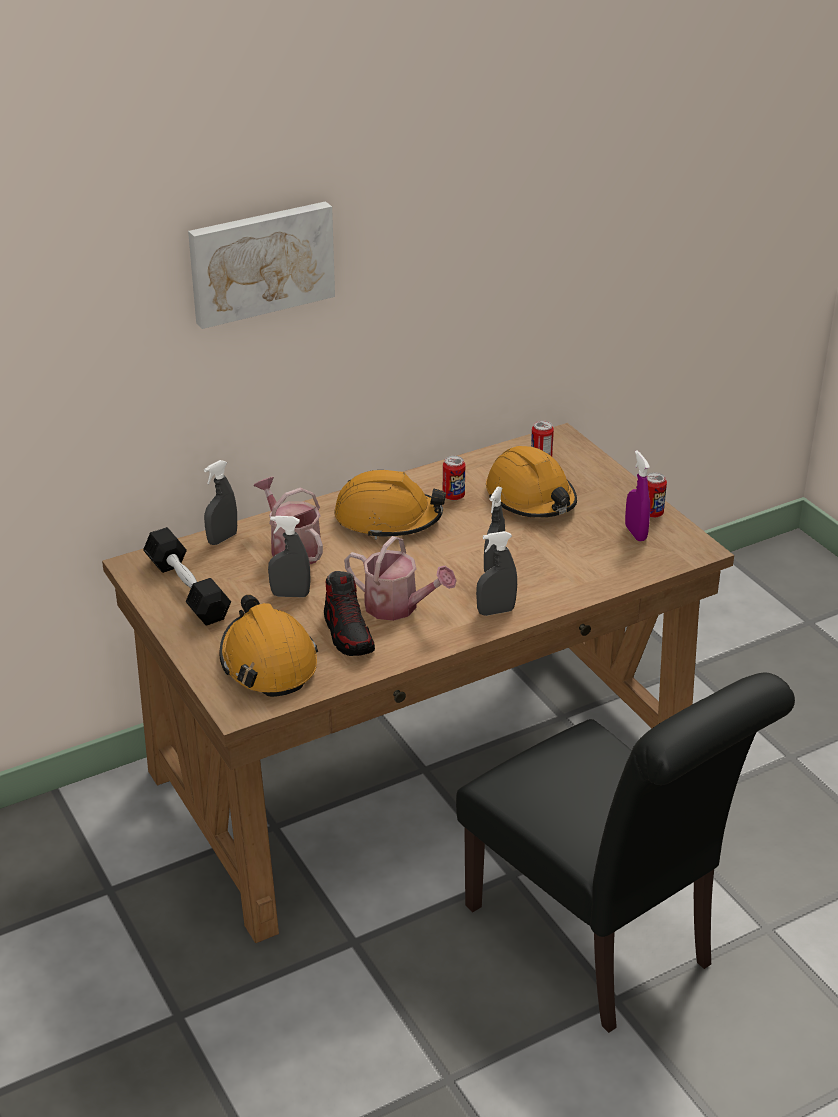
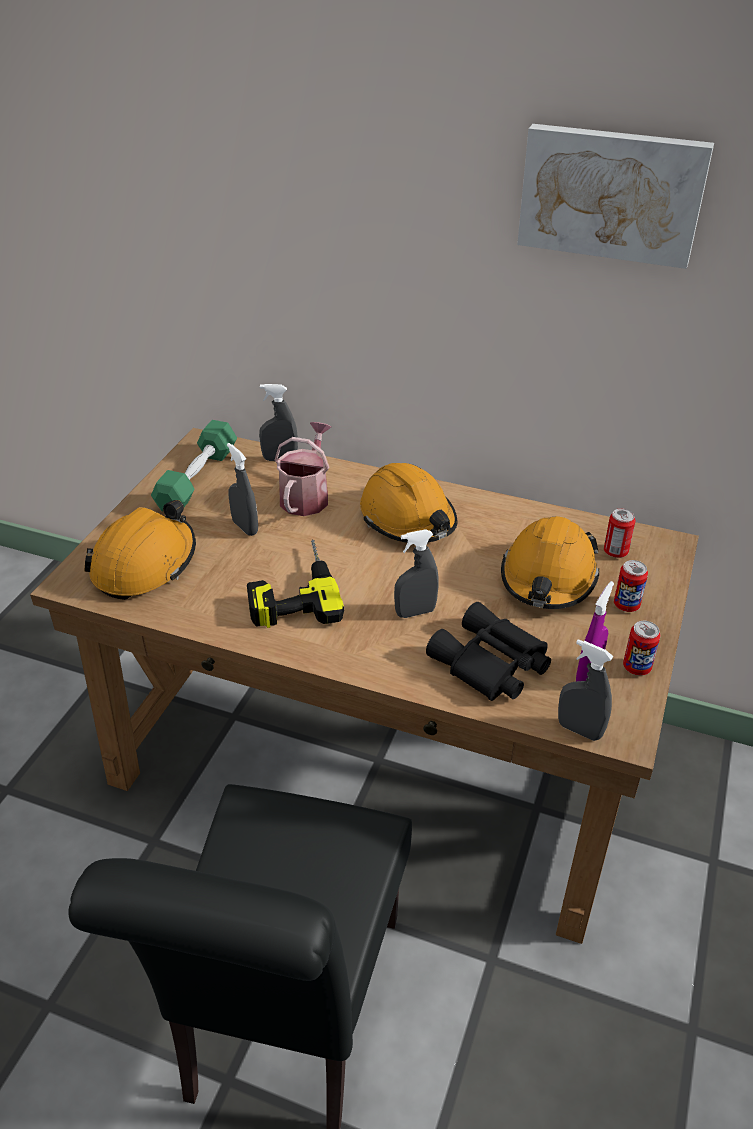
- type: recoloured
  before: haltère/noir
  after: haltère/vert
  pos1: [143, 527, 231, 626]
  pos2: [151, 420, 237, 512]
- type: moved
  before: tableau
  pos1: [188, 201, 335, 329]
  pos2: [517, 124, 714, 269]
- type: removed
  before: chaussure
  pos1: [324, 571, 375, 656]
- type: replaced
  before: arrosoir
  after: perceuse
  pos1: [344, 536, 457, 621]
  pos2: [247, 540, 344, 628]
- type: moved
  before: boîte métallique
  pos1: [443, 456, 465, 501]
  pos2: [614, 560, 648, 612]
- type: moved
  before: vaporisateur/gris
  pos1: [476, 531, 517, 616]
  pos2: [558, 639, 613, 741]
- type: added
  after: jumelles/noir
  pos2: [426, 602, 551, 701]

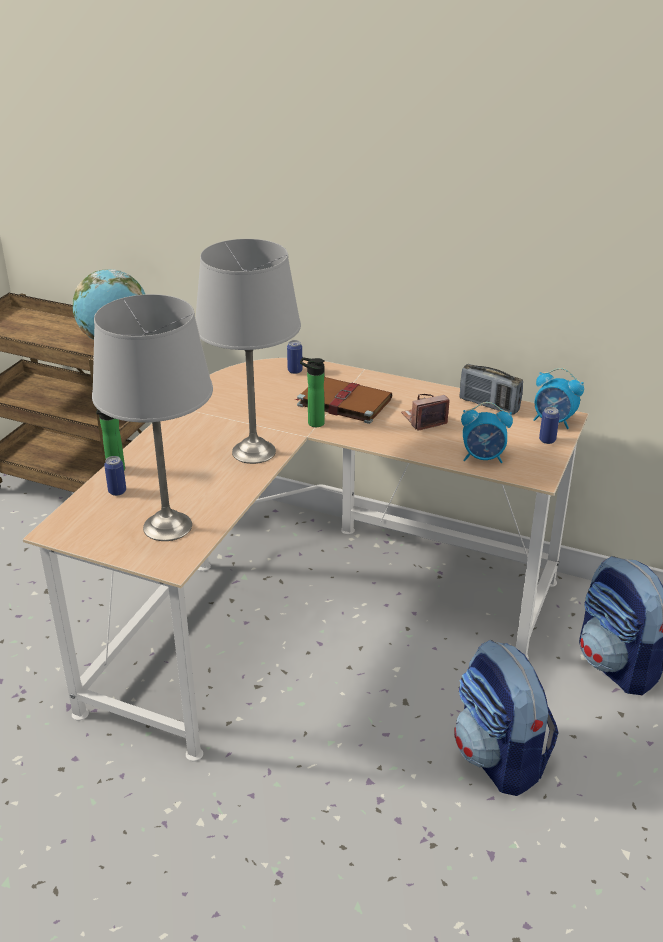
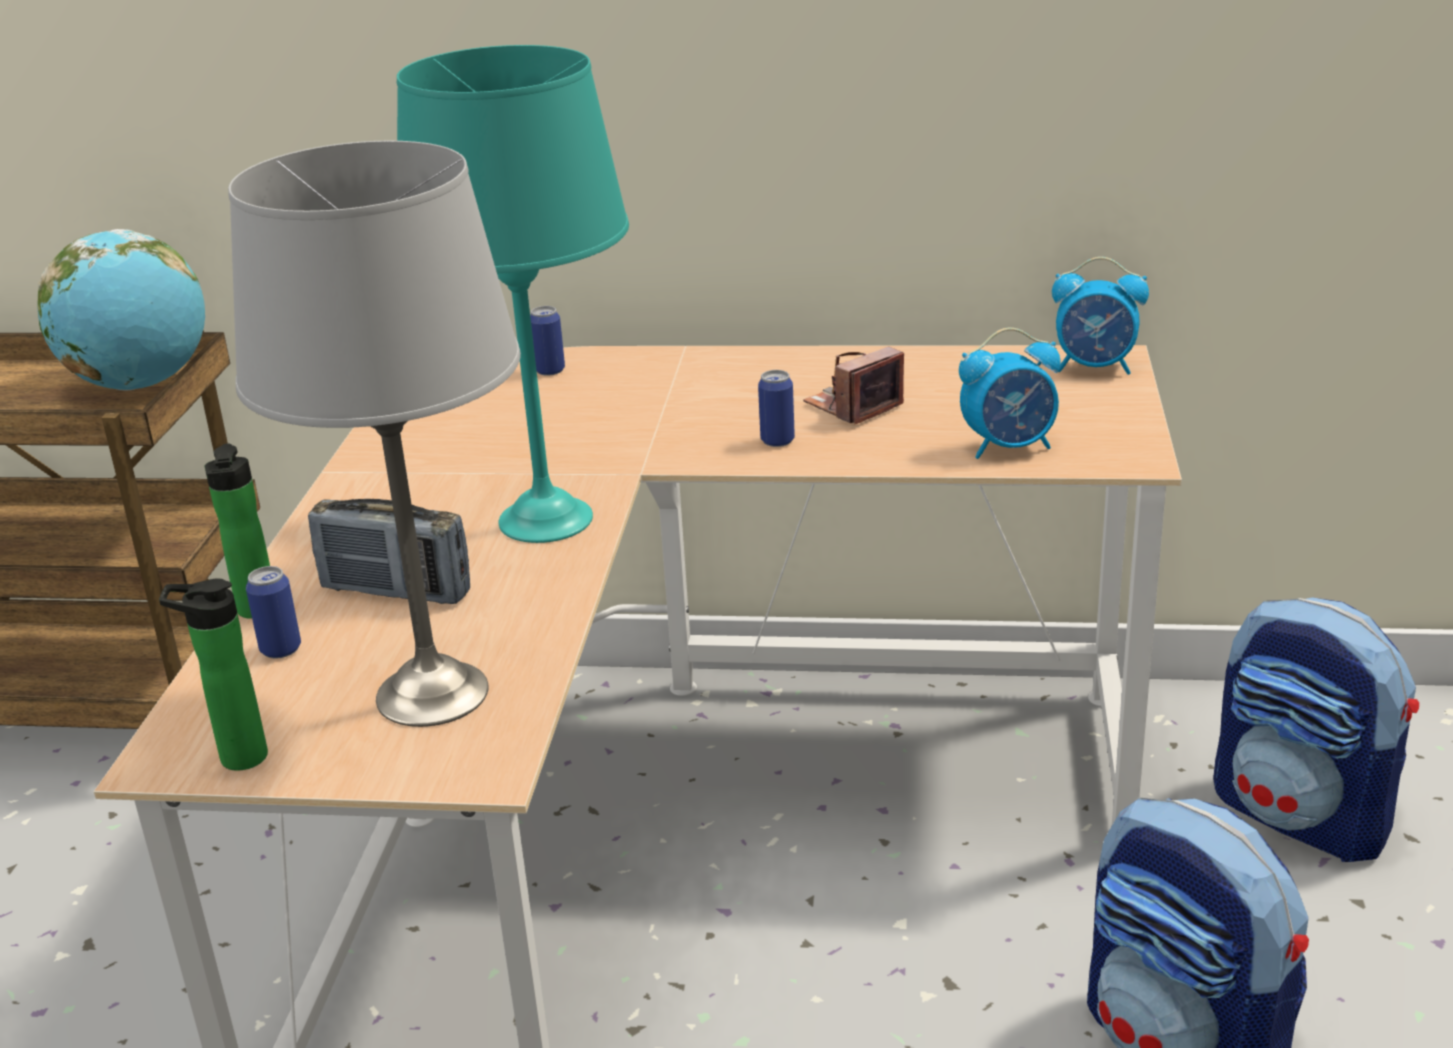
- type: recoloured
  before: lampe de table/gris
  after: lampe de table/turquoise
  pos1: [195, 239, 301, 464]
  pos2: [397, 45, 629, 543]
- type: removed
  before: livre/marron
  pos1: [294, 377, 392, 424]
- type: moved
  before: bouteille
  pos1: [300, 357, 325, 427]
  pos2: [159, 578, 268, 771]
- type: moved
  before: radio
  pos1: [460, 364, 523, 415]
  pos2: [308, 499, 470, 604]
- type: moved
  before: boîte métallique
  pos1: [539, 407, 560, 444]
  pos2: [758, 370, 795, 447]

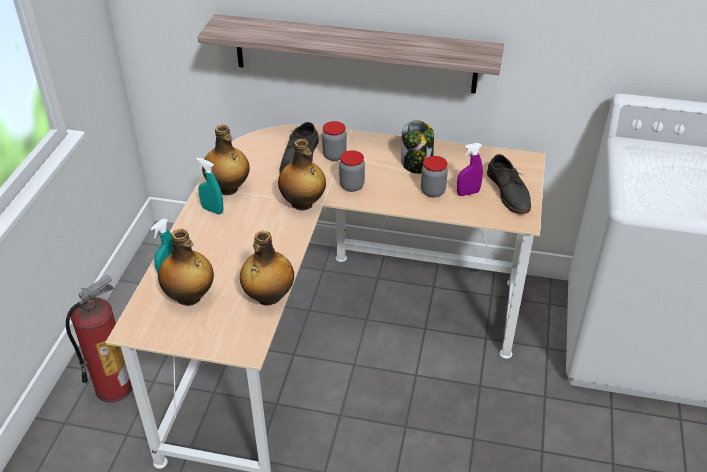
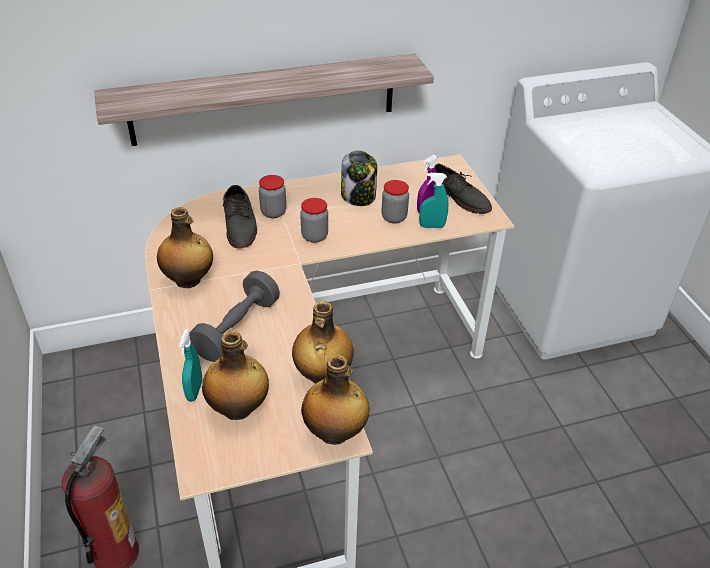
- type: moved
  before: vaporisateur/turquoise
  pos1: [196, 158, 223, 214]
  pos2: [419, 173, 448, 228]
- type: moved
  before: bouteille
  pos1: [278, 139, 326, 210]
  pos2: [301, 355, 370, 445]
- type: added
  after: haltère/gris
  pos2: [190, 270, 280, 362]

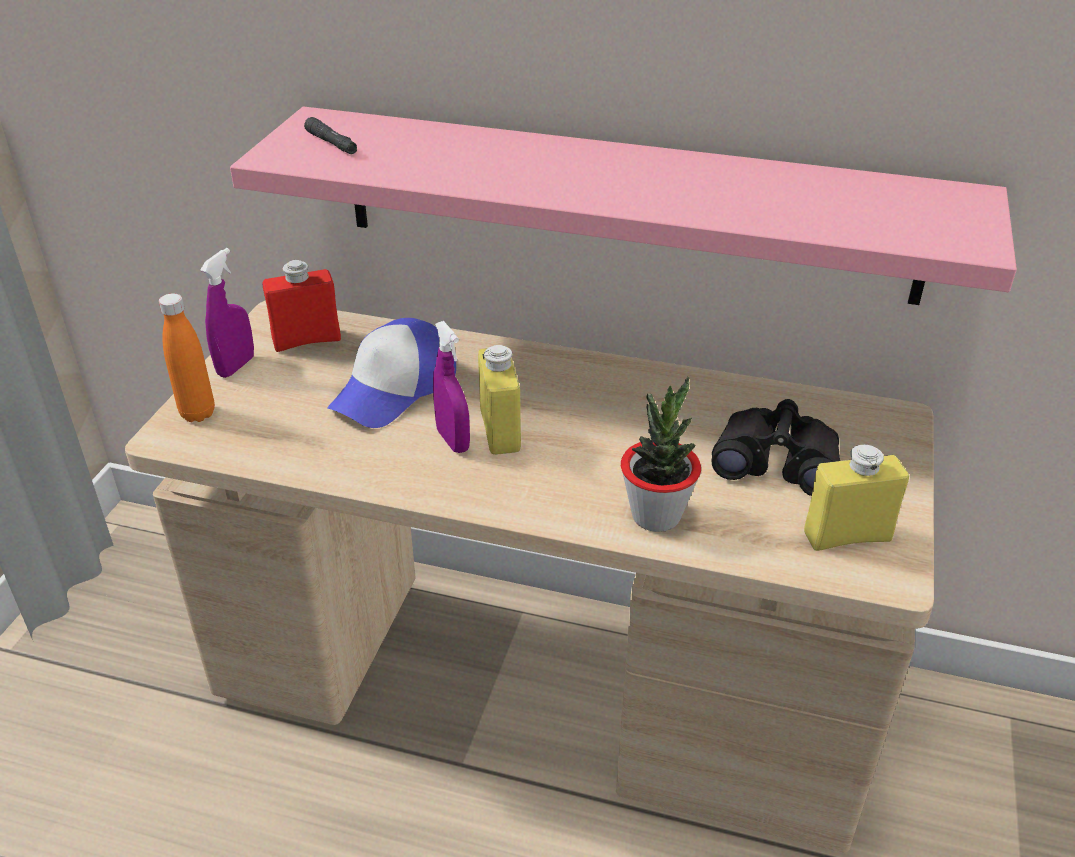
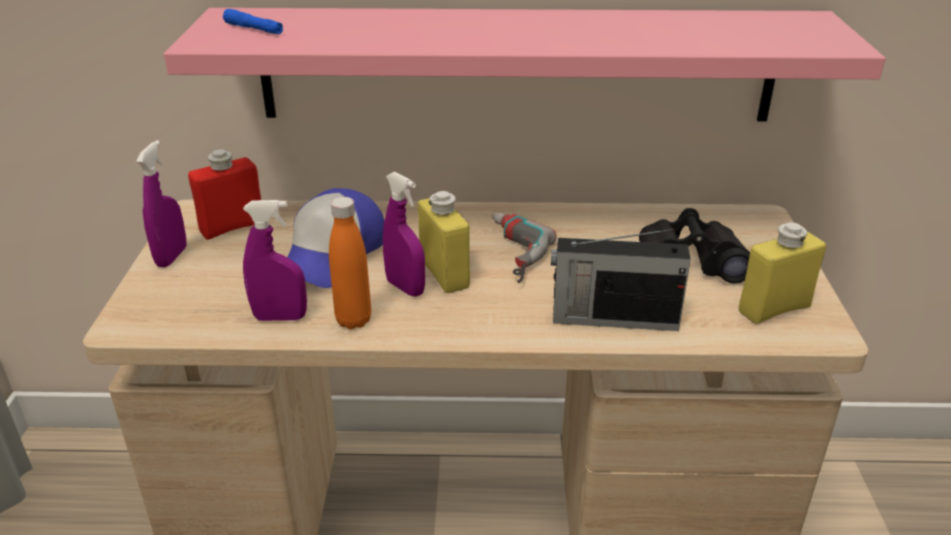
- type: moved
  before: bouteille/orange
  pos1: [159, 293, 215, 422]
  pos2: [329, 197, 371, 329]
- type: recoloured
  before: lampe de poche/noir
  after: lampe de poche/bleu
  pos1: [304, 117, 357, 154]
  pos2: [223, 9, 283, 34]
- type: replaced
  before: plante en pot
  after: radio
  pos1: [621, 377, 701, 532]
  pos2: [551, 229, 691, 331]
- type: added
  after: vaporisateur/violet
  pos2: [243, 200, 307, 321]
- type: added
  after: perceuse
  pos2: [492, 213, 557, 283]

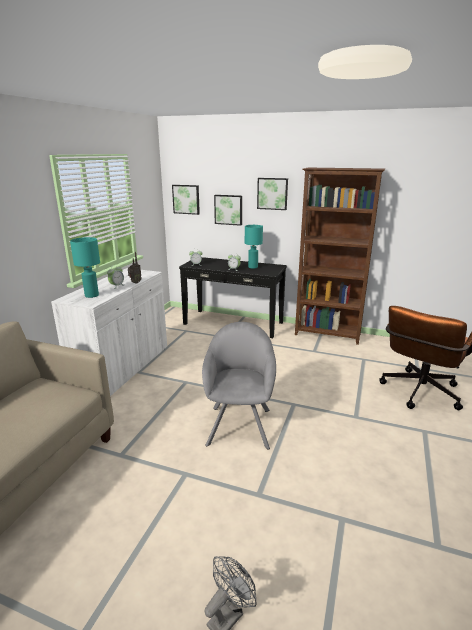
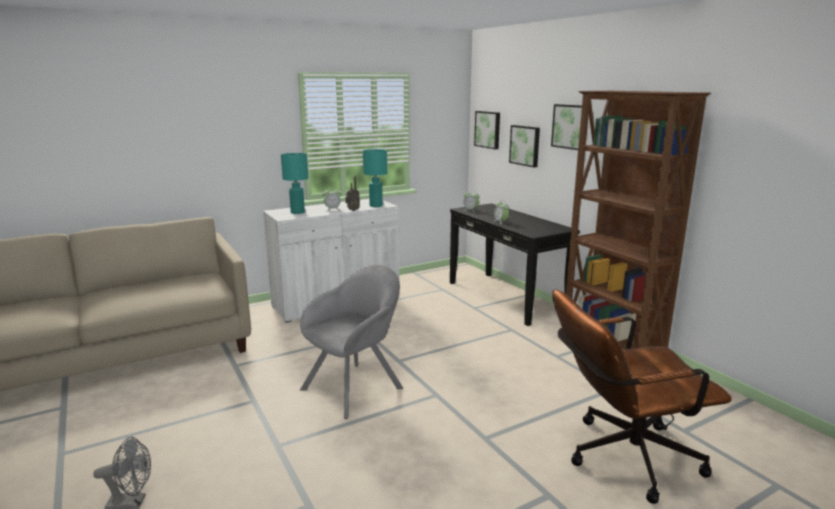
- type: moved
  before: lampe de table/turquoise
  pos1: [245, 225, 263, 269]
  pos2: [363, 149, 387, 207]

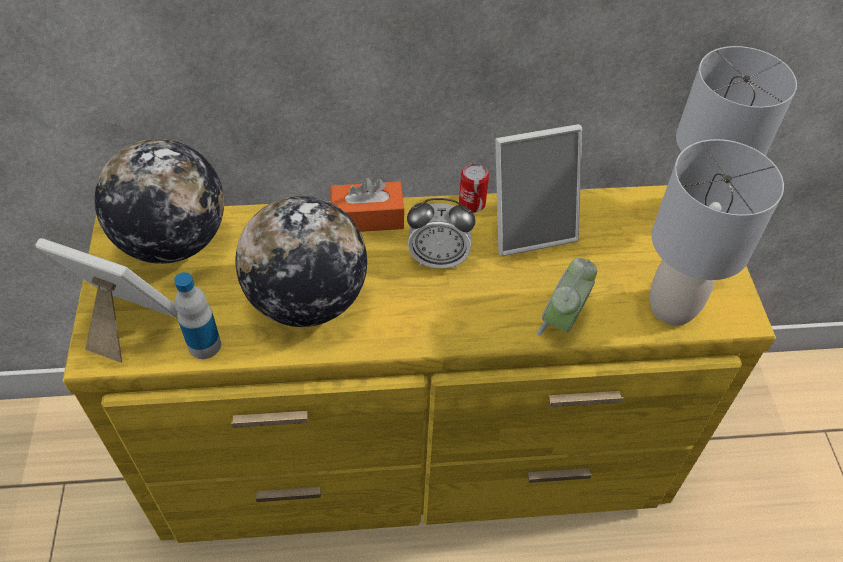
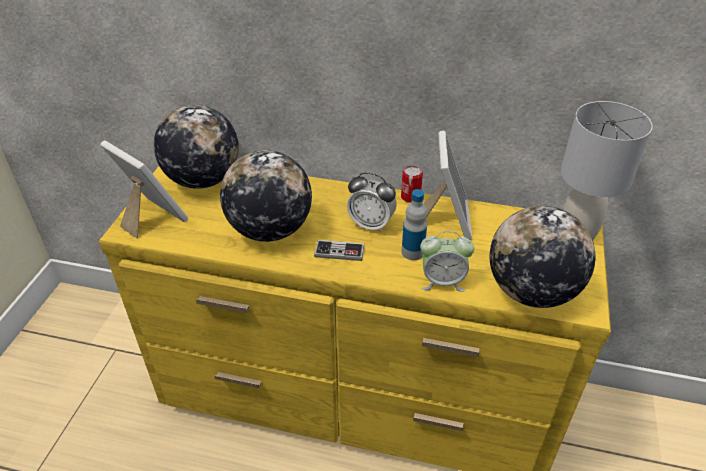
- type: moved
  before: bouteille
  pos1: [174, 272, 221, 359]
  pos2: [402, 189, 427, 260]
- type: removed
  before: boîte à mouchoirs/orange
  pos1: [330, 177, 405, 232]
- type: turned
  before: cadre photo
  pos1: [495, 124, 582, 256]
  pos2: [424, 130, 472, 240]
  turn: -90
- type: turned
  before: réveil
  pos1: [537, 258, 597, 336]
  pos2: [420, 231, 474, 291]
  turn: -135
- type: replaced
  before: lampe de table/gris
  after: globe
  pos1: [650, 139, 784, 326]
  pos2: [490, 206, 595, 308]
- type: added
  after: manette
  pos2: [314, 240, 365, 261]

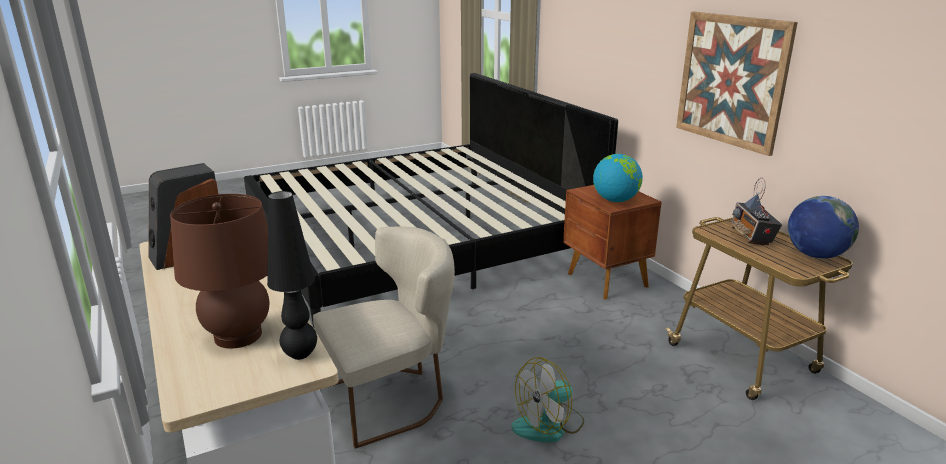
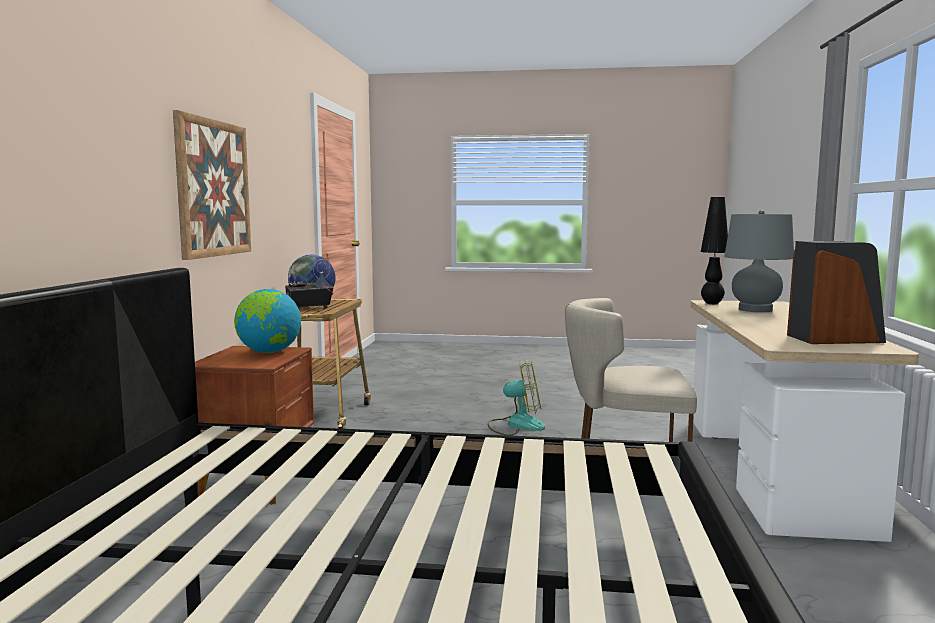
- type: recoloured
  before: lampe de table/marron
  after: lampe de table/gris
  pos1: [170, 194, 269, 349]
  pos2: [724, 210, 794, 312]
- type: turned
  before: radio
  pos1: [732, 177, 782, 246]
  pos2: [285, 259, 334, 308]
  turn: -150

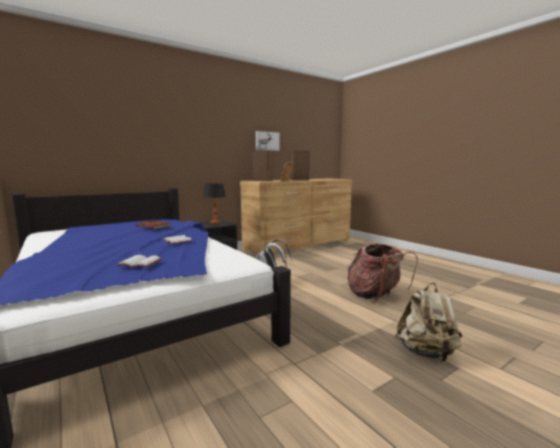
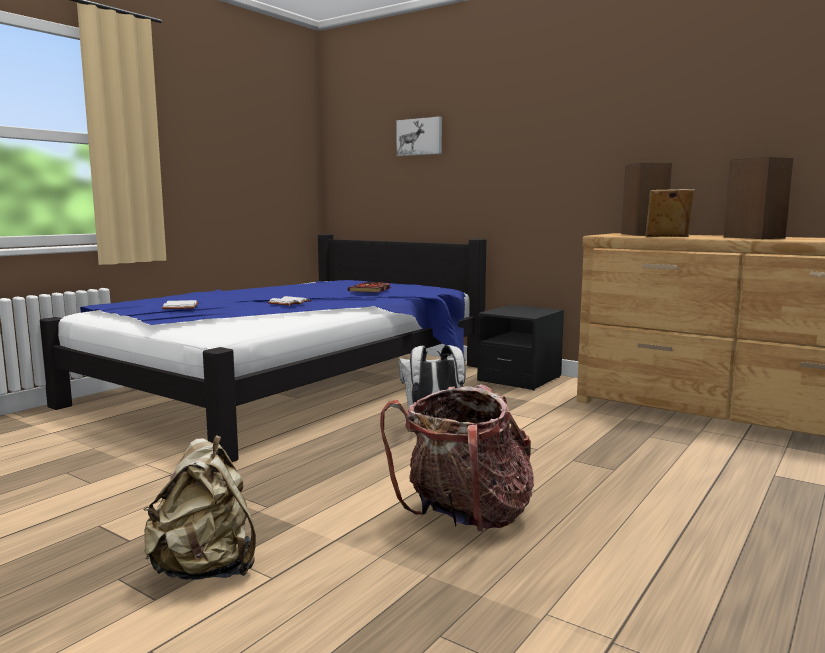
- type: removed
  before: lampe de table
  pos1: [203, 183, 226, 224]
- type: moved
  before: tableau
  pos1: [256, 131, 280, 151]
  pos2: [397, 116, 442, 156]

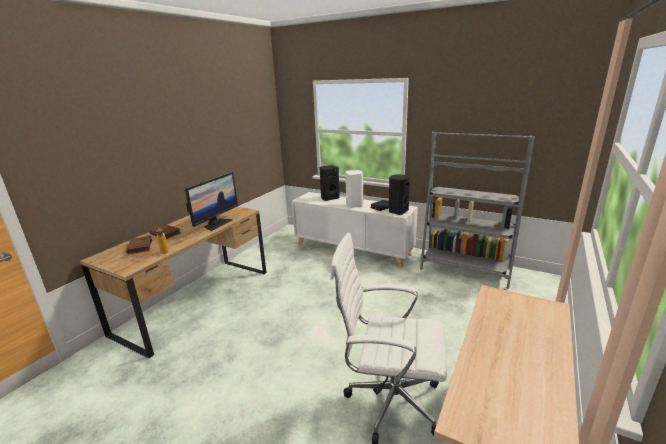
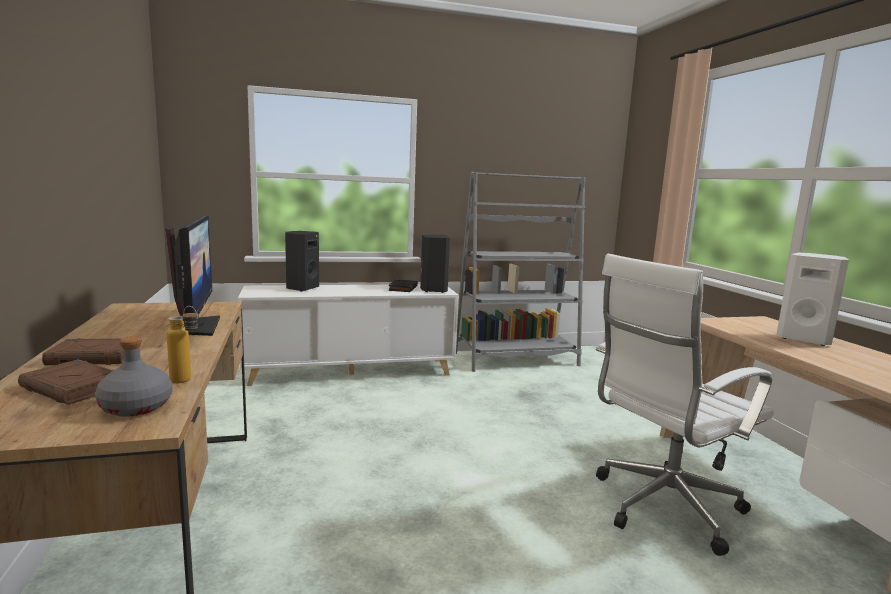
- type: moved
  before: enceinte/blanc
  pos1: [345, 170, 363, 208]
  pos2: [776, 253, 849, 346]
- type: added
  after: bouteille/gris
  pos2: [95, 336, 172, 417]

